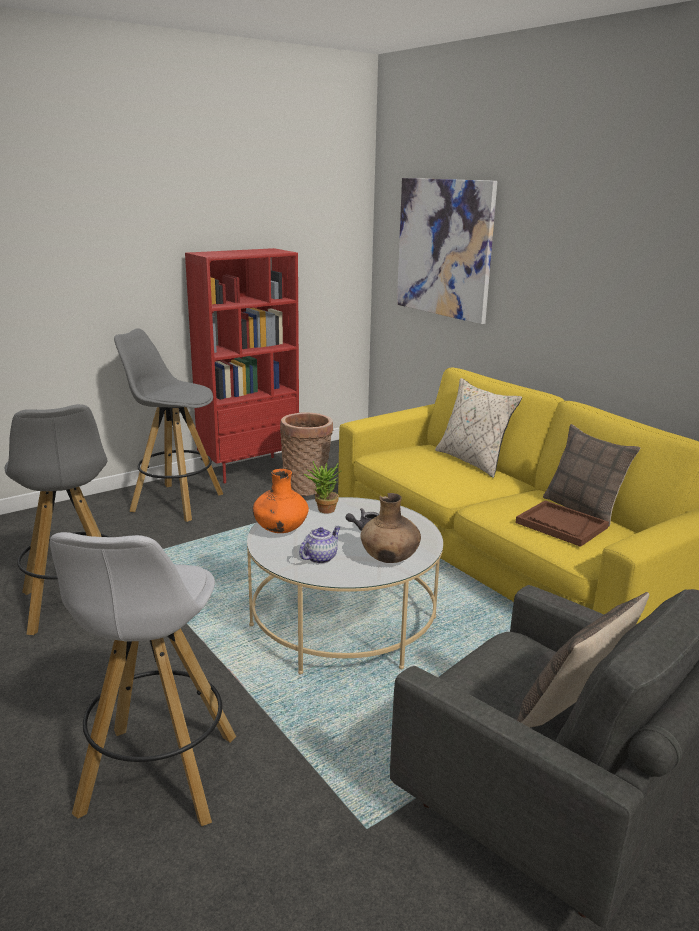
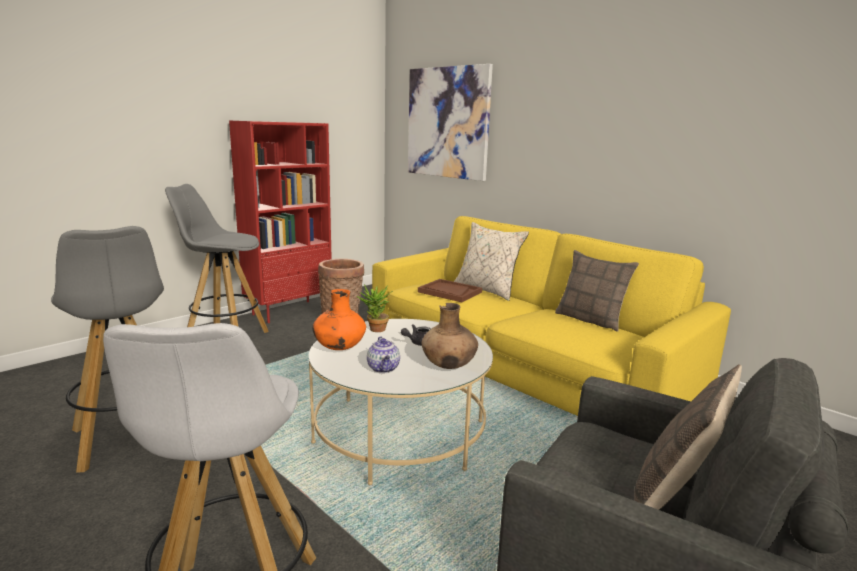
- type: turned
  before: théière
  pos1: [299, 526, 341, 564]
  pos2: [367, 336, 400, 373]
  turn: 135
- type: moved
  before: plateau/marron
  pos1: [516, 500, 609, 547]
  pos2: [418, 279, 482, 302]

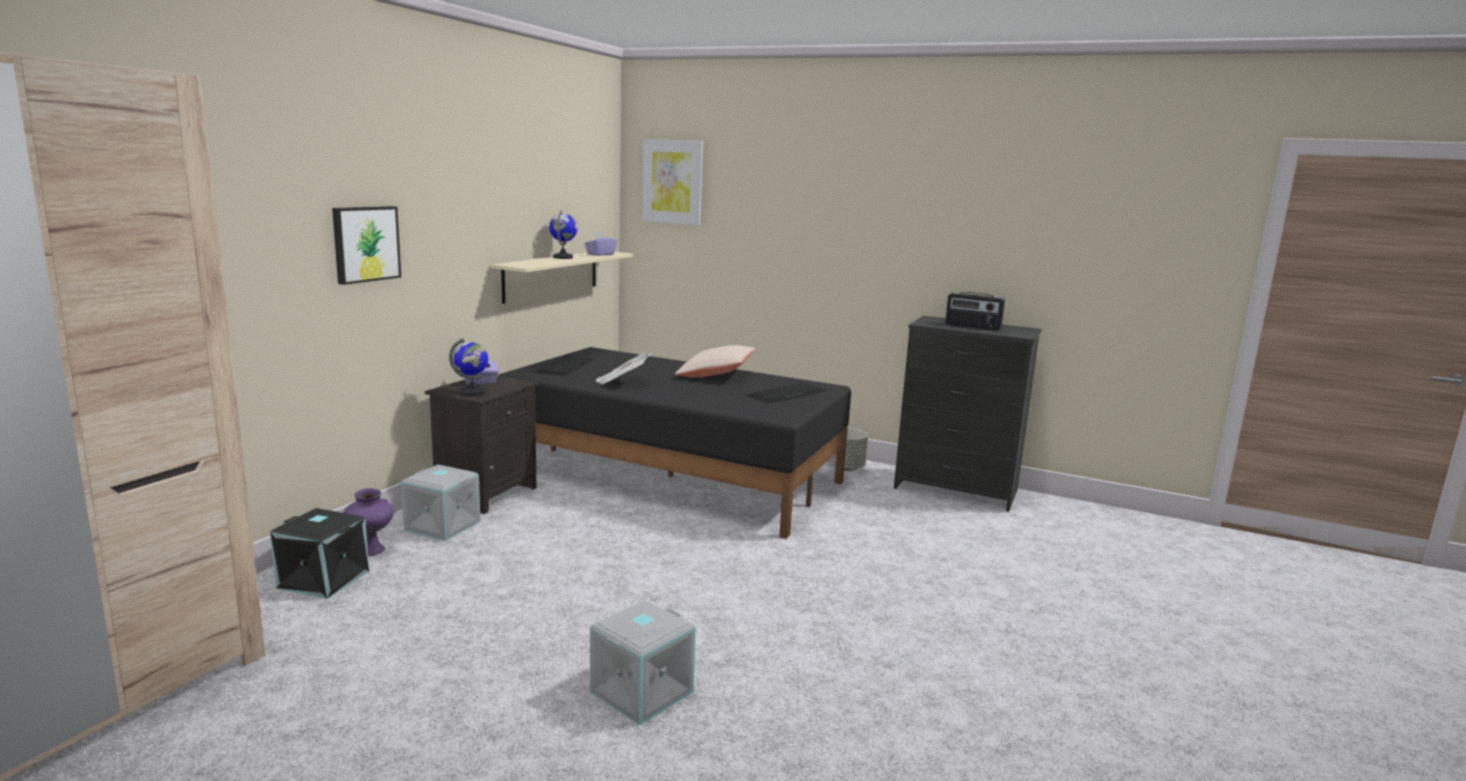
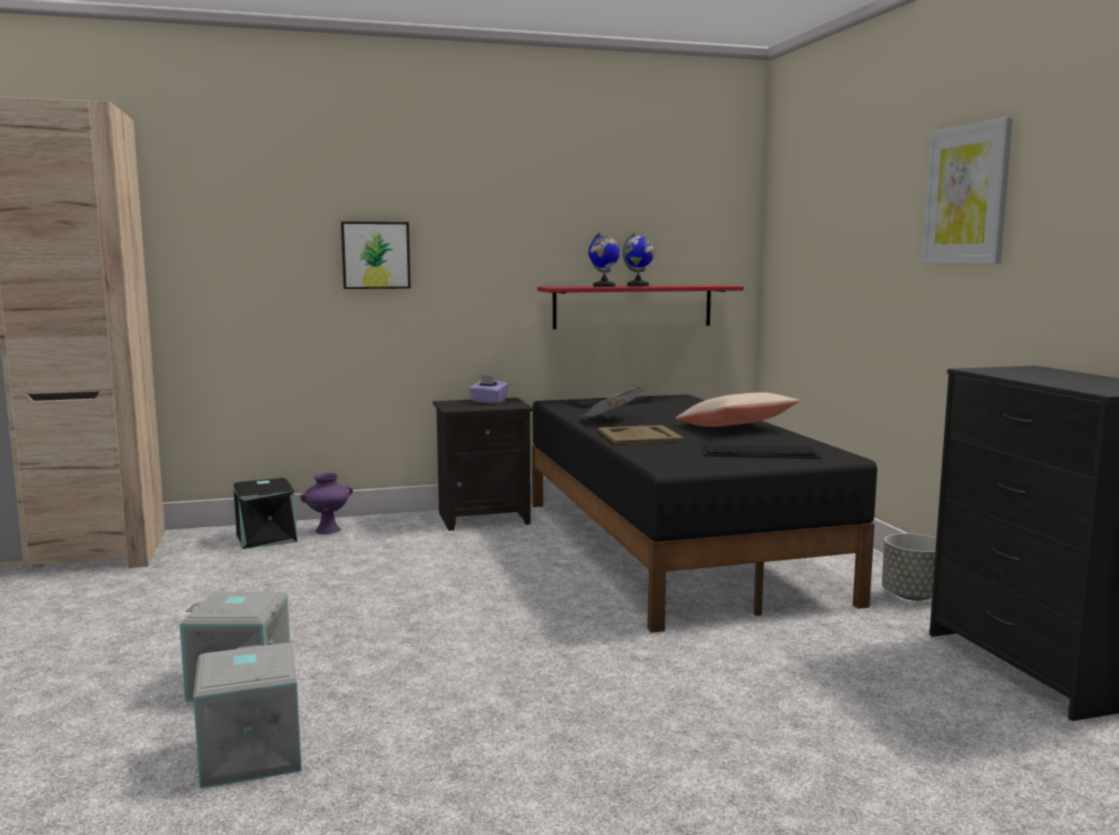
- type: moved
  before: boîte de rangement/gris
  pos1: [401, 465, 481, 541]
  pos2: [193, 643, 302, 788]
- type: moved
  before: globe
  pos1: [449, 338, 488, 396]
  pos2: [588, 232, 620, 287]
- type: recoloured
  before: étagère/beige
  after: étagère/rouge
  pos1: [491, 252, 633, 304]
  pos2: [537, 285, 744, 329]
- type: removed
  before: boîte à mouchoirs/violet
  pos1: [584, 232, 617, 256]
- type: moved
  before: tableau
  pos1: [642, 139, 703, 226]
  pos2: [921, 117, 1013, 264]
- type: removed
  before: radio
  pos1: [945, 292, 1005, 331]
- type: added
  after: plateau/beige
  pos2: [598, 425, 684, 444]

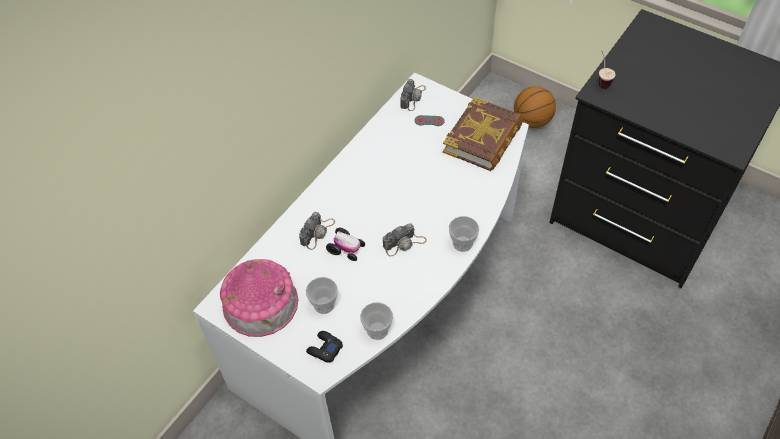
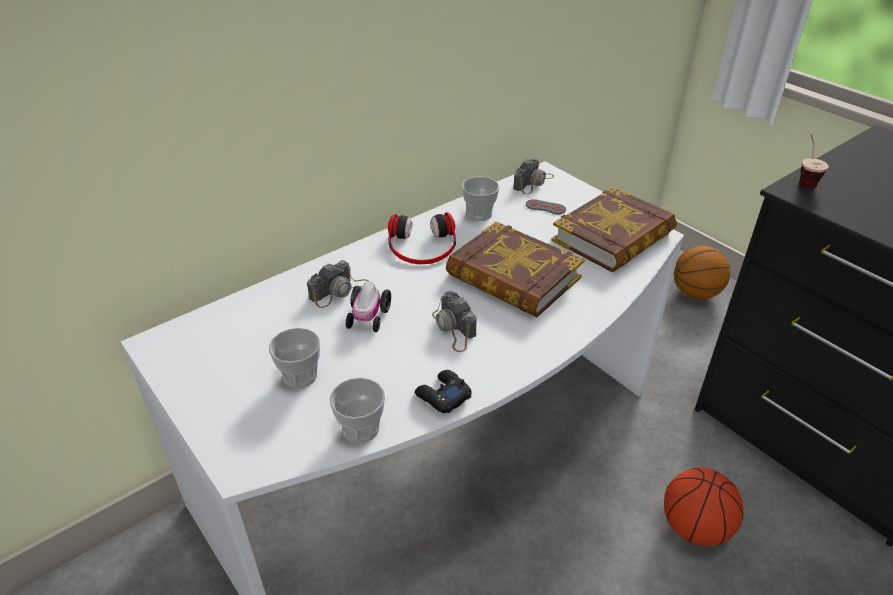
- type: removed
  before: maison miniature
  pos1: [220, 259, 298, 337]
- type: moved
  before: manette/noir
  pos1: [306, 331, 343, 363]
  pos2: [415, 370, 472, 413]
- type: turned
  before: petite voiture
  pos1: [326, 228, 365, 261]
  pos2: [346, 282, 391, 332]
  turn: 60
- type: turned
  before: appareil photo
  pos1: [383, 223, 427, 257]
  pos2: [432, 291, 477, 352]
  turn: 75
- type: moved
  before: tasse
  pos1: [449, 216, 479, 252]
  pos2: [462, 177, 500, 221]
- type: added
  after: casque audio
  pos2: [388, 212, 456, 264]
- type: added
  after: livre
  pos2: [446, 221, 585, 317]
- type: added
  after: ballon de basket
  pos2: [664, 468, 744, 546]

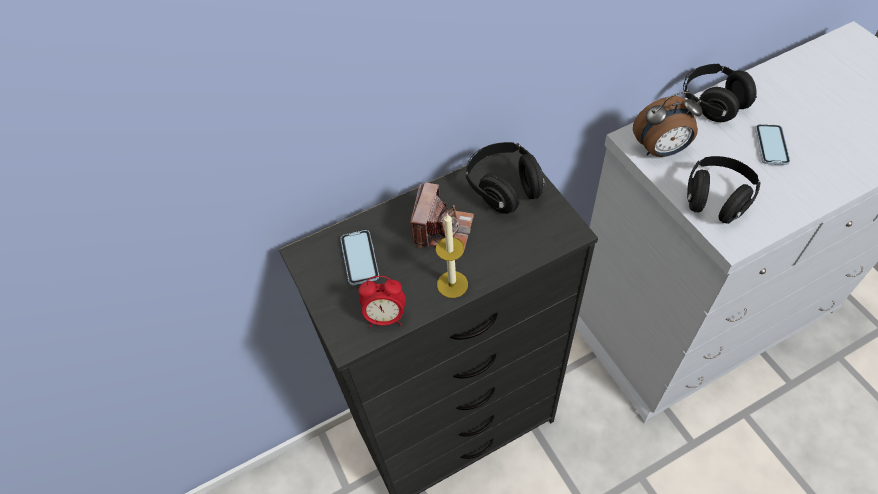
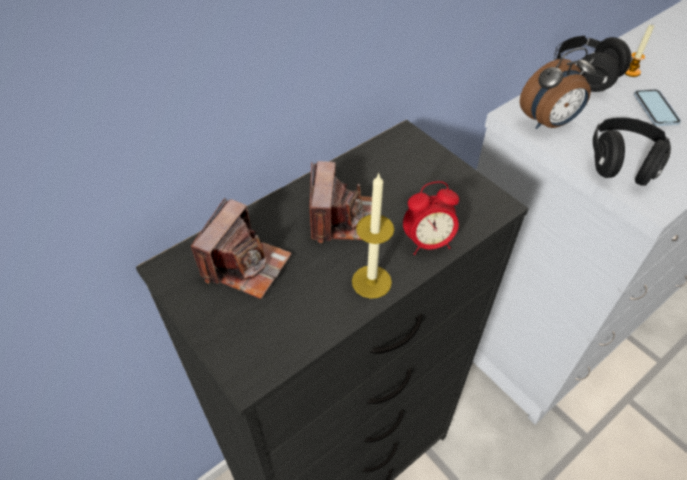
- type: replaced
  before: téléphone
  after: appareil photo
  pos1: [340, 230, 379, 285]
  pos2: [191, 198, 292, 299]
- type: moved
  before: réveil
  pos1: [358, 276, 406, 327]
  pos2: [403, 181, 459, 255]
- type: removed
  before: casque audio/noir
  pos1: [466, 142, 546, 214]
- type: added
  after: bougie
  pos2: [625, 25, 654, 77]

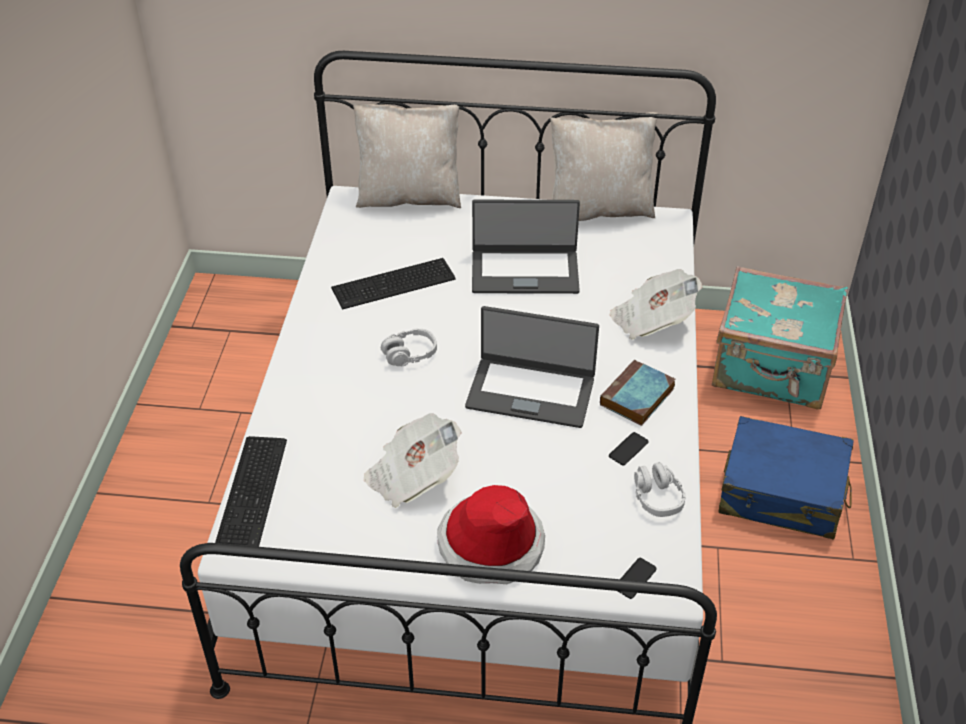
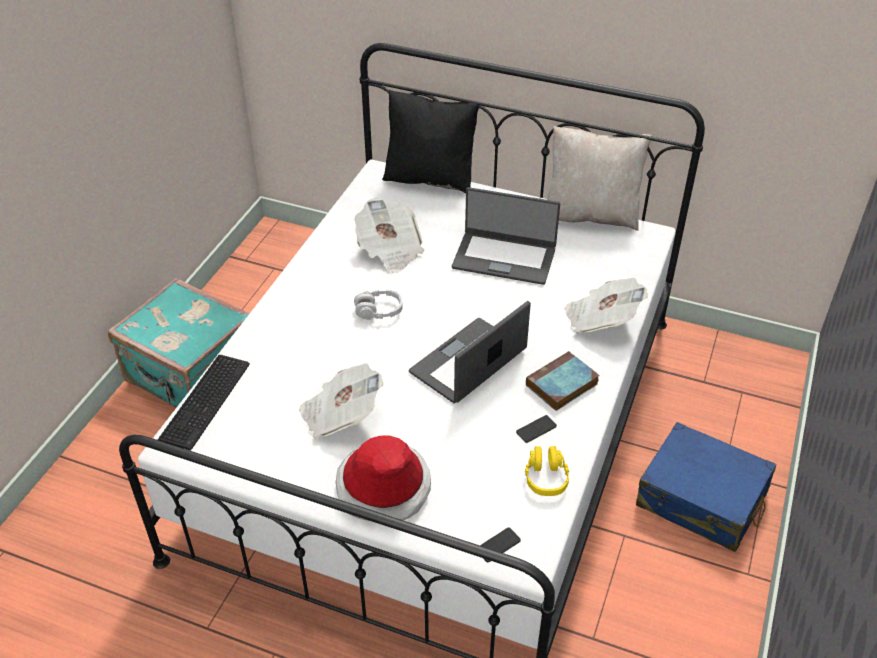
- type: replaced
  before: clavier
  after: journal
  pos1: [331, 258, 456, 310]
  pos2: [354, 198, 424, 273]
- type: recoloured
  before: coussin/beige
  after: coussin/noir
  pos1: [353, 103, 461, 208]
  pos2: [382, 90, 479, 193]
- type: turned
  before: ordinateur portable
  pos1: [465, 306, 599, 428]
  pos2: [409, 301, 531, 403]
  turn: 105
- type: recoloured
  before: casque audio/gris
  after: casque audio/jaune
  pos1: [634, 462, 686, 517]
  pos2: [525, 446, 569, 496]
- type: moved
  before: valise/turquoise
  pos1: [712, 266, 848, 409]
  pos2: [108, 278, 250, 408]

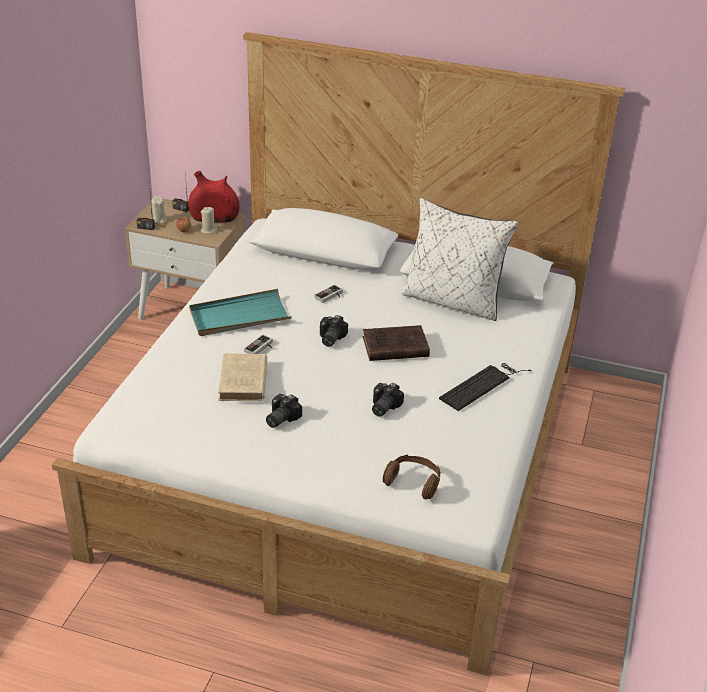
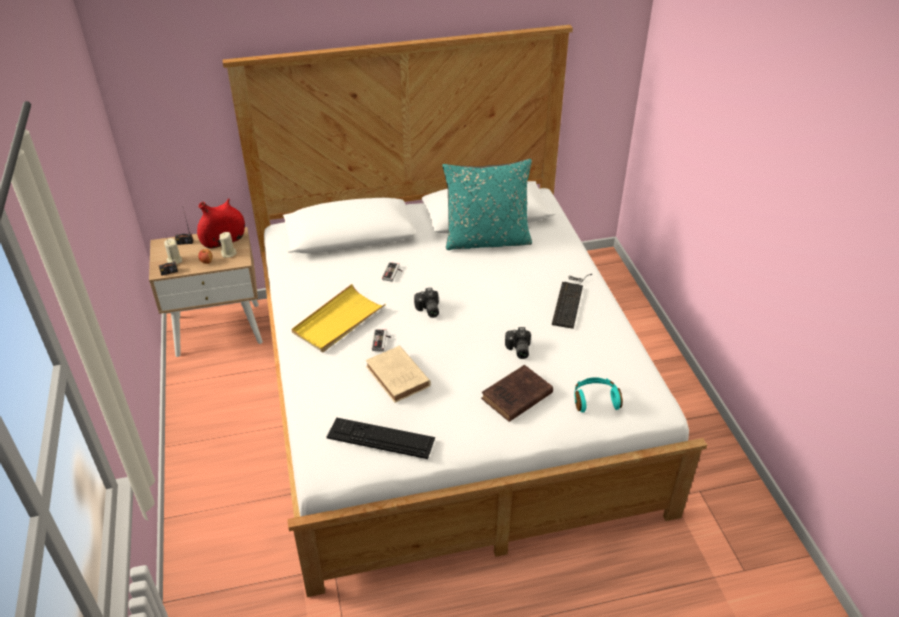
- type: recoloured
  before: plateau/turquoise
  after: plateau/jaune
  pos1: [189, 289, 292, 336]
  pos2: [291, 284, 386, 353]
- type: removed
  before: appareil photo
  pos1: [266, 394, 302, 428]
- type: moved
  before: livre/marron
  pos1: [363, 325, 430, 361]
  pos2: [481, 365, 553, 422]
- type: recoloured
  before: casque audio/marron
  after: casque audio/turquoise
  pos1: [383, 455, 440, 499]
  pos2: [574, 377, 623, 412]
- type: recoloured
  before: coussin/blanc
  after: coussin/turquoise
  pos1: [402, 198, 518, 321]
  pos2: [442, 159, 532, 250]
- type: added
  after: clavier
  pos2: [327, 417, 435, 459]

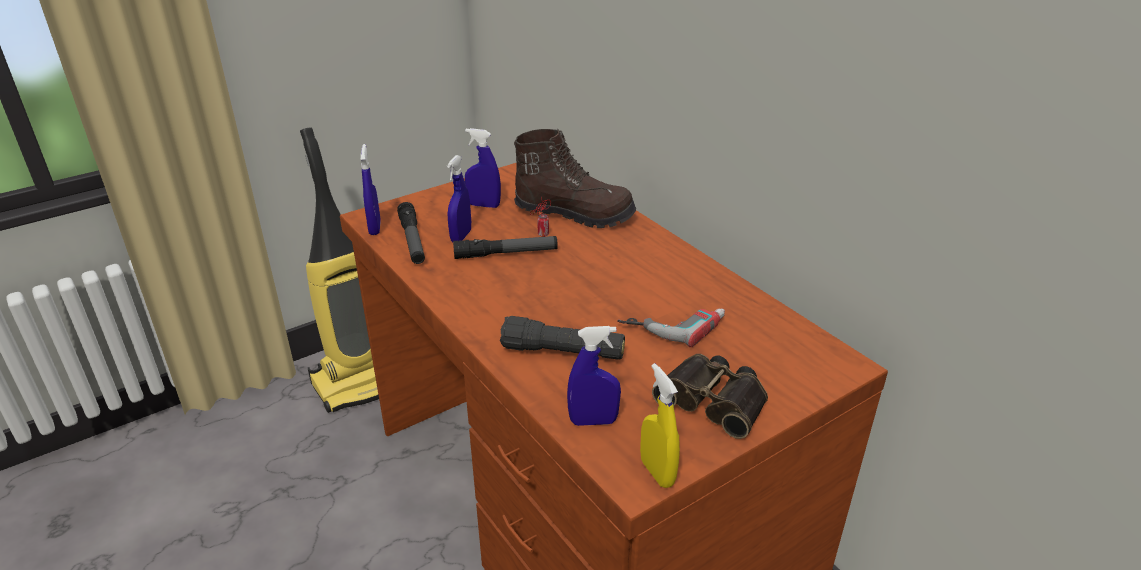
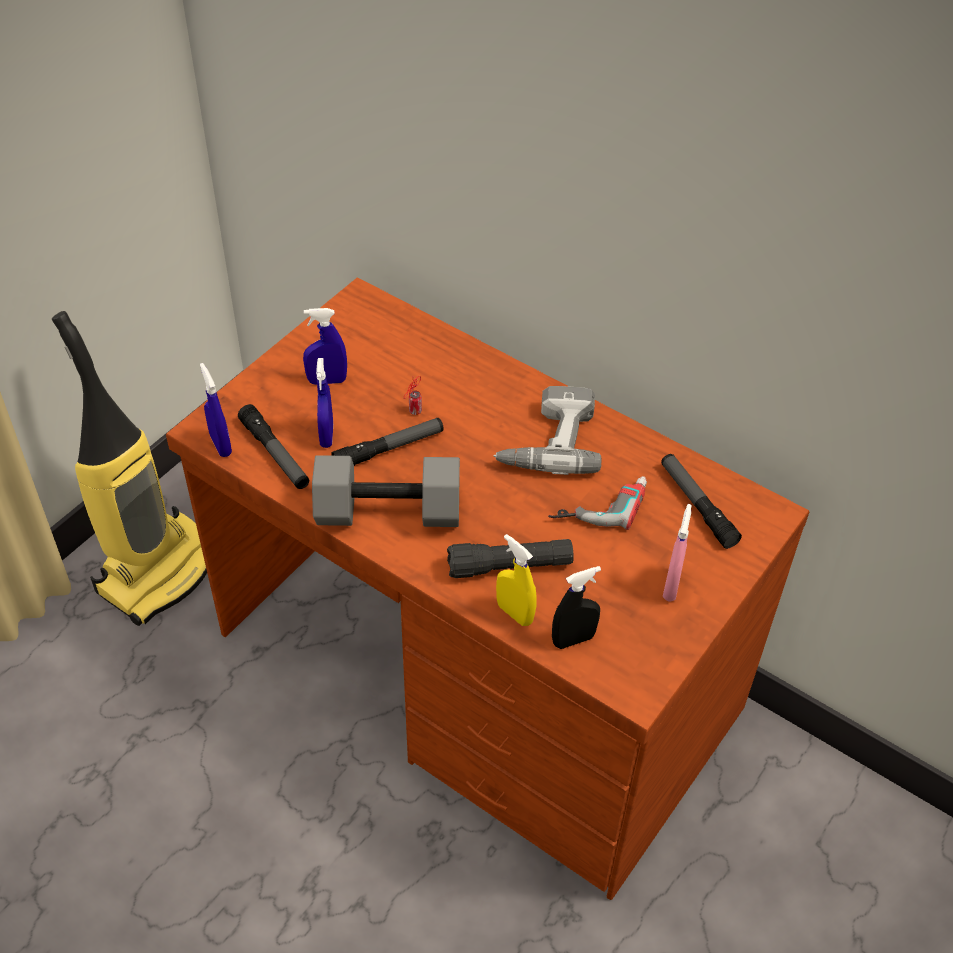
- type: removed
  before: botte/marron
  pos1: [514, 129, 636, 228]
- type: recoloured
  before: vaporisateur/bleu
  after: vaporisateur/noir
  pos1: [567, 326, 621, 426]
  pos2: [552, 566, 601, 649]
- type: moved
  before: vaporisateur/jaune
  pos1: [640, 363, 680, 488]
  pos2: [496, 534, 537, 626]
- type: replaced
  before: jumelles
  after: vaporisateur/rose
  pos1: [652, 354, 768, 439]
  pos2: [663, 504, 692, 601]
- type: added
  after: haltère/gris
  pos2: [312, 455, 460, 527]
- type: added
  after: perceuse
  pos2: [493, 386, 601, 475]
- type: added
  after: lampe de poche
  pos2: [661, 454, 742, 549]

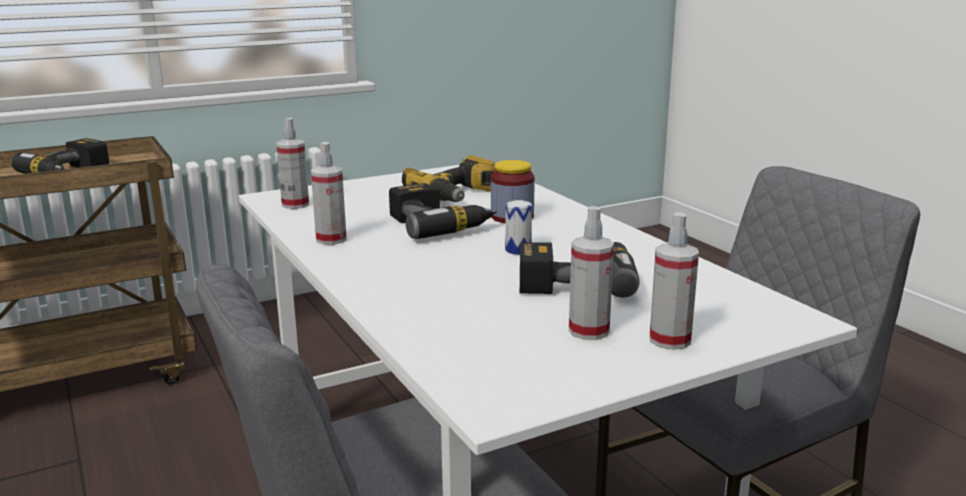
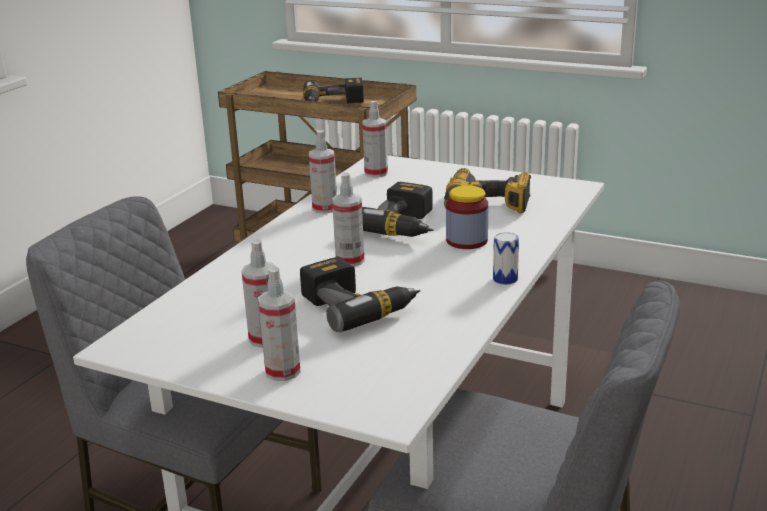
- type: moved
  before: boîte métallique
  pos1: [505, 200, 532, 255]
  pos2: [493, 232, 519, 285]
- type: added
  after: vaporisateur
  pos2: [332, 173, 364, 267]

